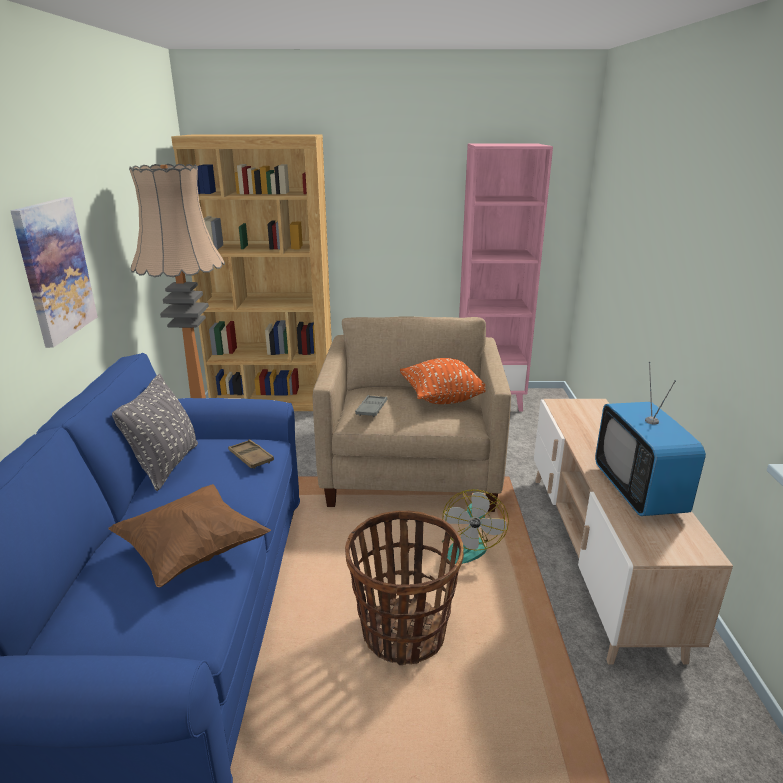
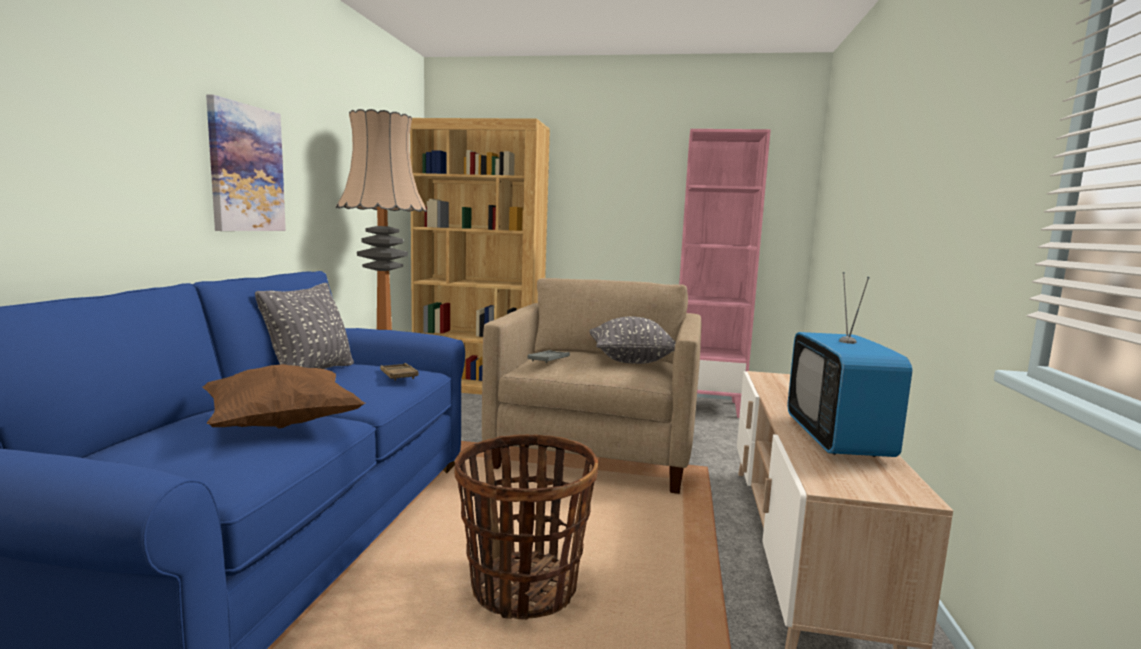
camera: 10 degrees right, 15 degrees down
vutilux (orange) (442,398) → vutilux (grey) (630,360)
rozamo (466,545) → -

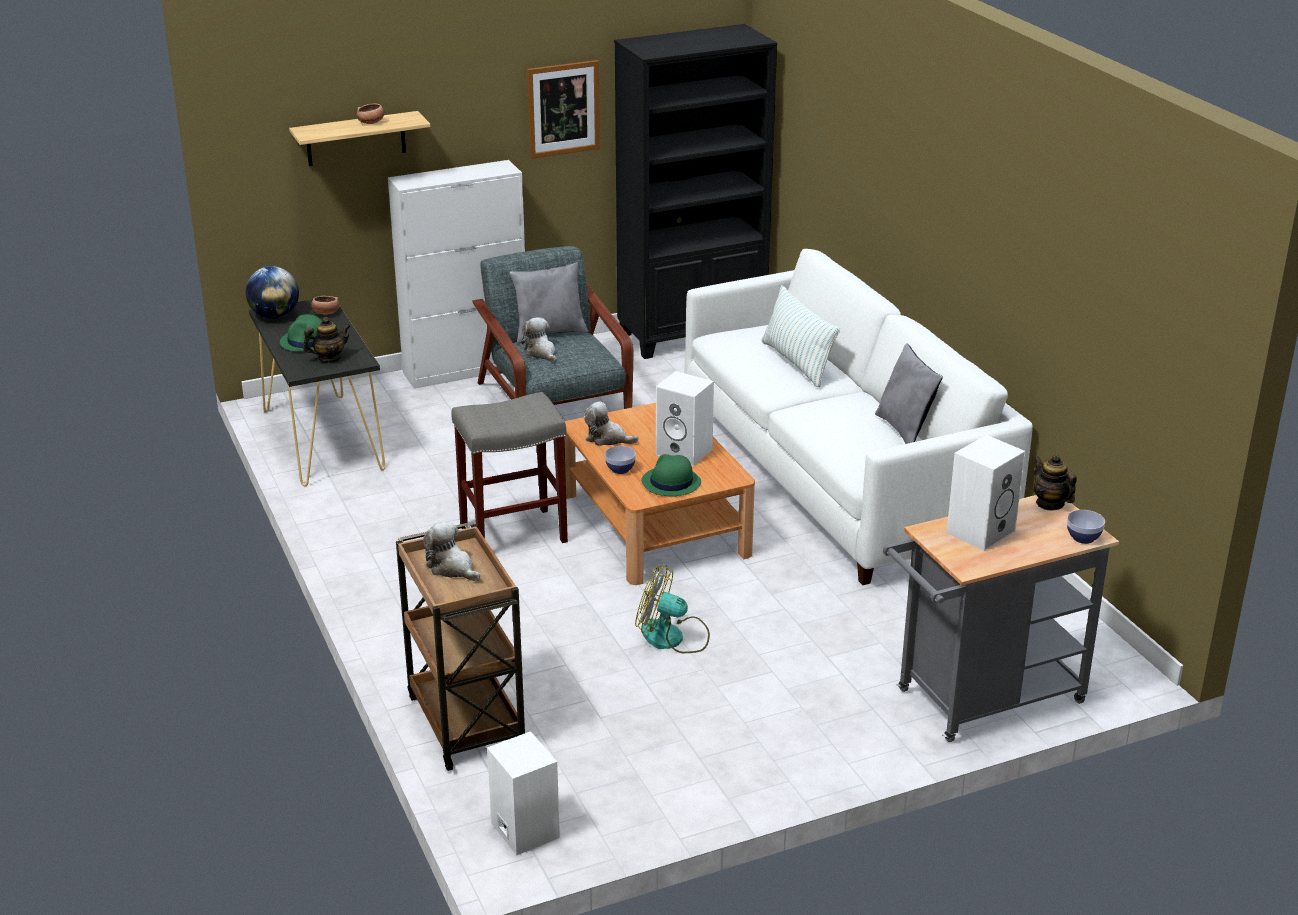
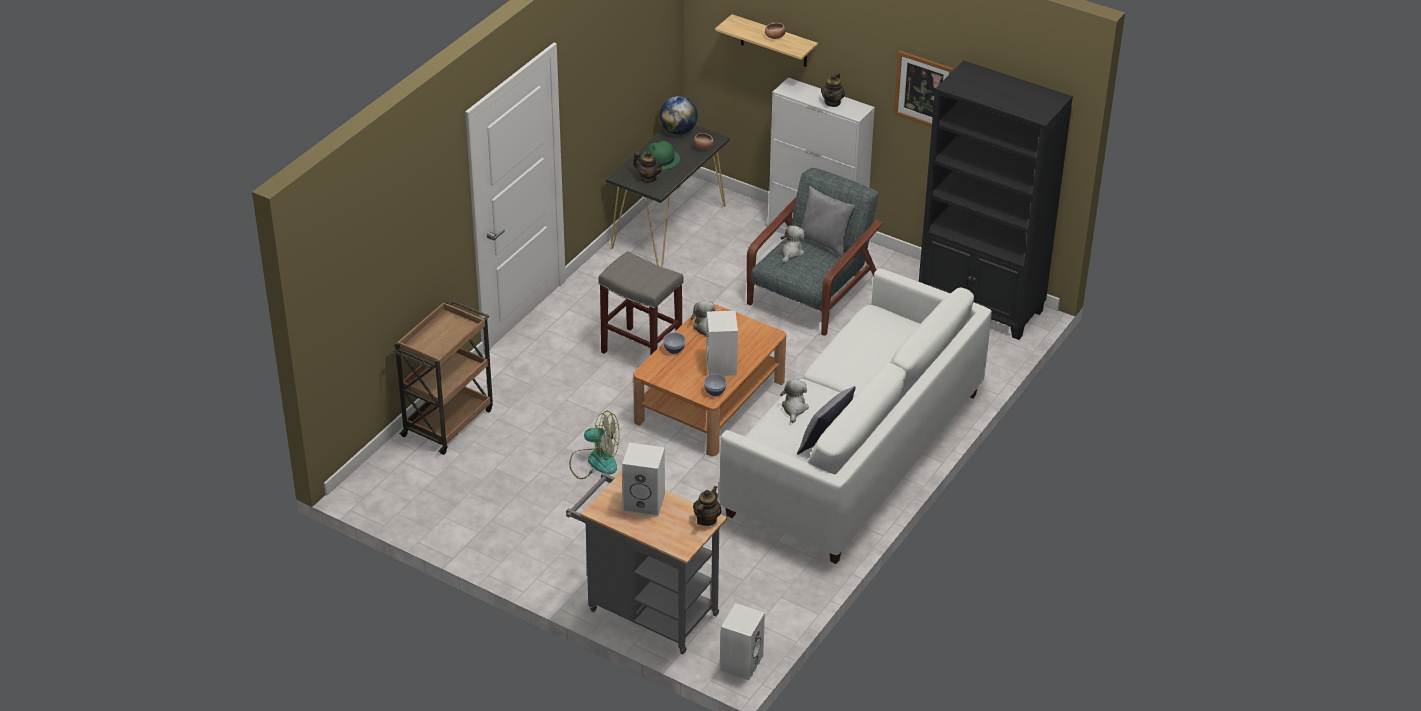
camera: 55 degrees right, 10 degrees up
rozamo (672,637) → rozamo (594,461), 120 degrees clockwise
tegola (1083,538) → tegola (715,391), shifted
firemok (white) (523,830) → firemok (white) (741,662), shifted
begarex (452,568) → begarex (794,408), shifted
- → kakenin (832,102)
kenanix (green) (670,482) → -
vutilux (797,363) → -

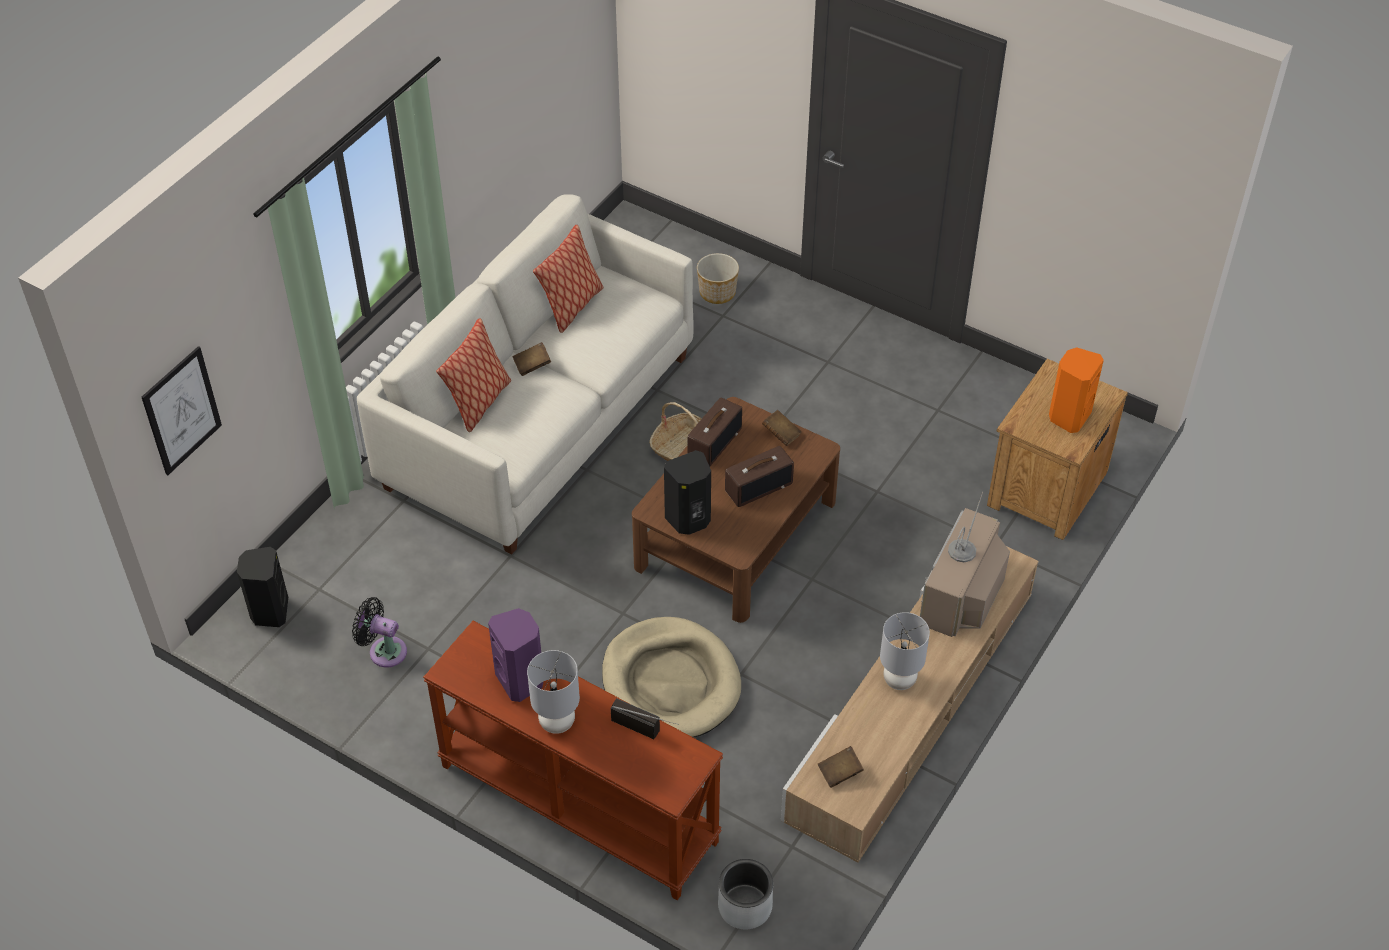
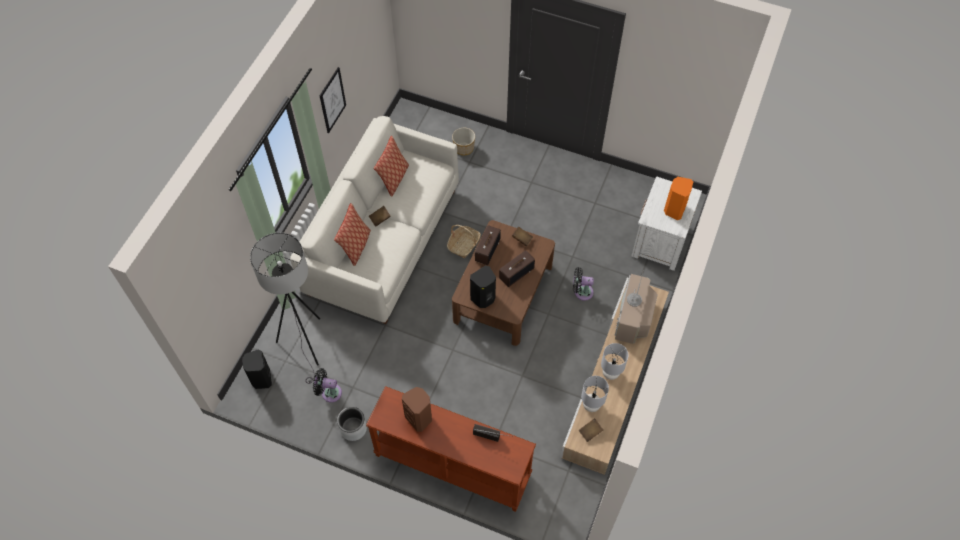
camera: 10 degrees left, 10 degrees up
- → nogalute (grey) (307,345)
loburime (181,410) → loburime (332,100), shifted
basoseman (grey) (744,906) → basoseman (grey) (353,428), shifted
firemok (purple) (521,680) → firemok (brown) (419,418)
- → rozamo (black) (581,292)
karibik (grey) (557,723) → karibik (grey) (591,405), shifted
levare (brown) (1045,489) → levare (white) (659,242)
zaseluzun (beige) (670,683) → -

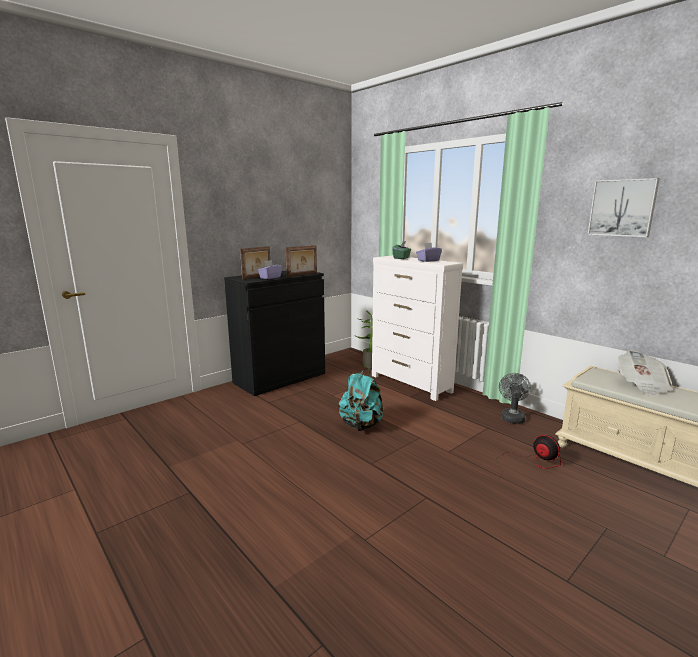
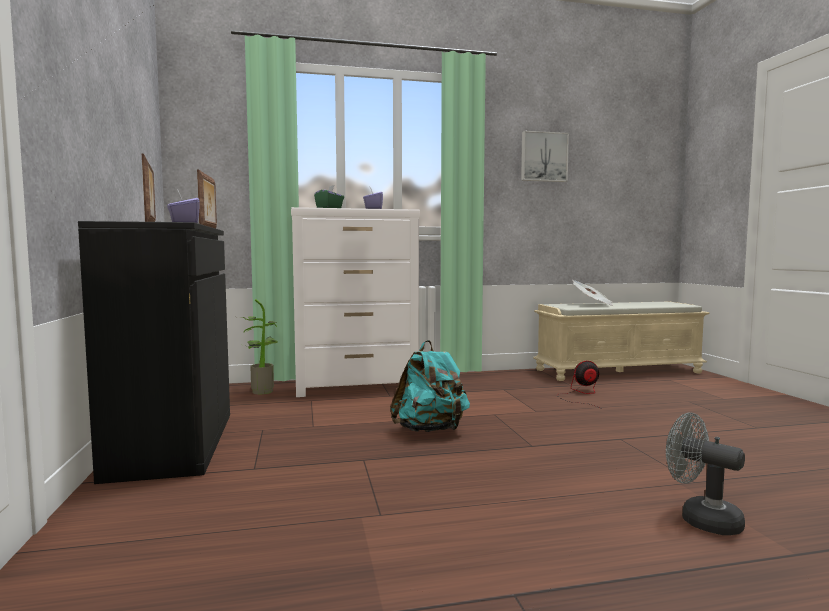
camera: 60 degrees left, 10 degrees down
rozamo (grey) (512,416) → rozamo (grey) (701,519), shifted

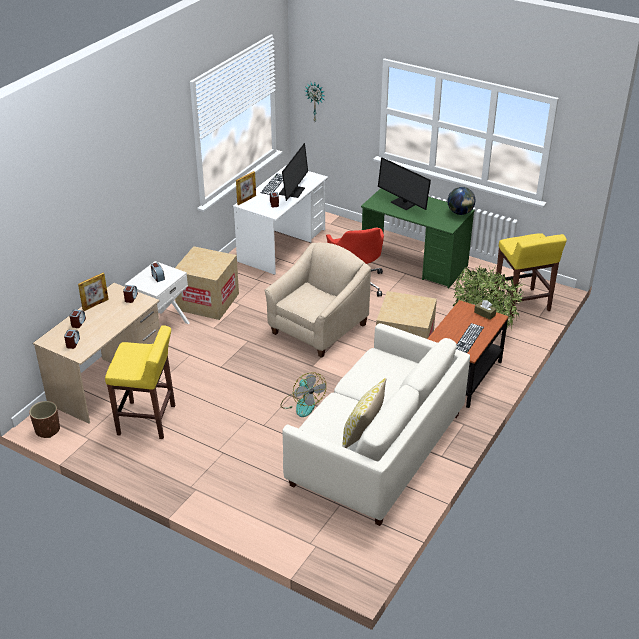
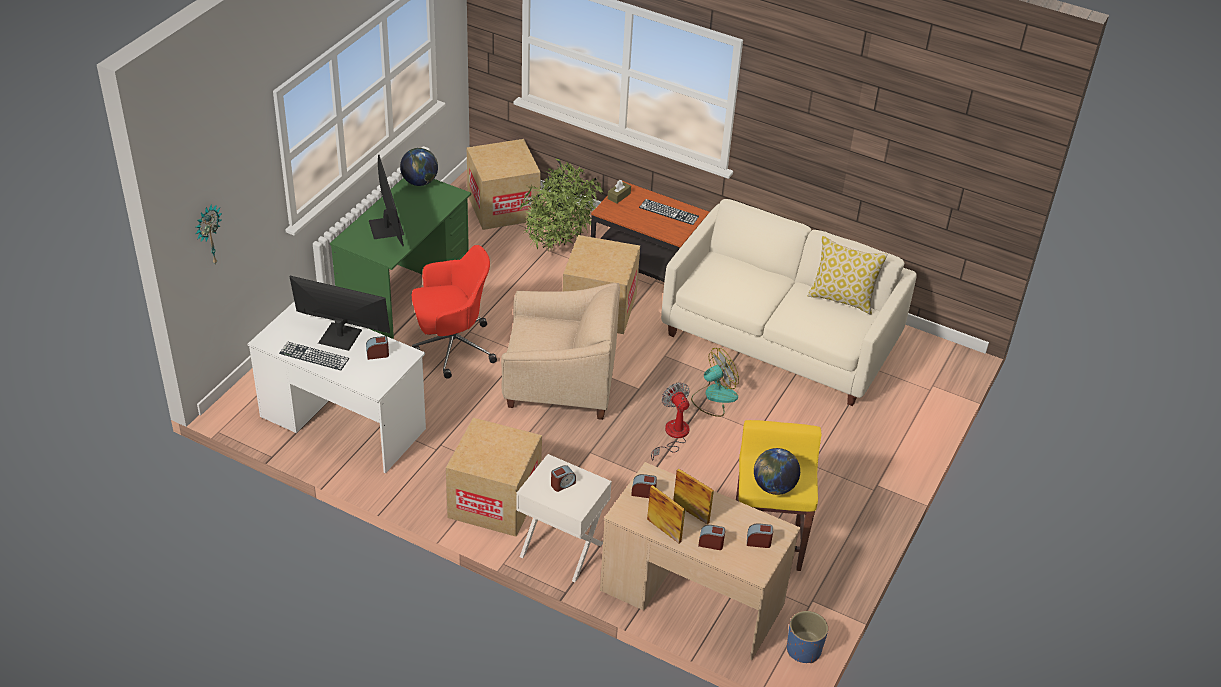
camera: 95 degrees left, 5 degrees up
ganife (404,202) → ganife (387,227), 60 degrees counterclockwise
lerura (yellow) (522,303) → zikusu (503,207)
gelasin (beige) (318,329) → gelasin (beige) (560,383), 150 degrees clockwise
- → rozamo (673,435)
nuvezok (246,200) → nuvezok (691,512), shifted
- → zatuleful (774,487)
basoseman (brown) (47,430) → basoseman (blue) (804,650)

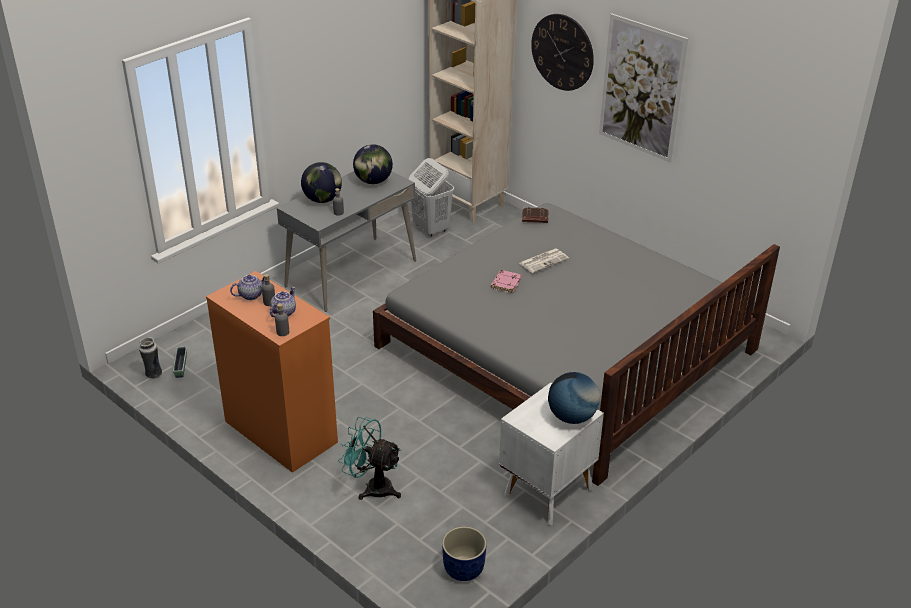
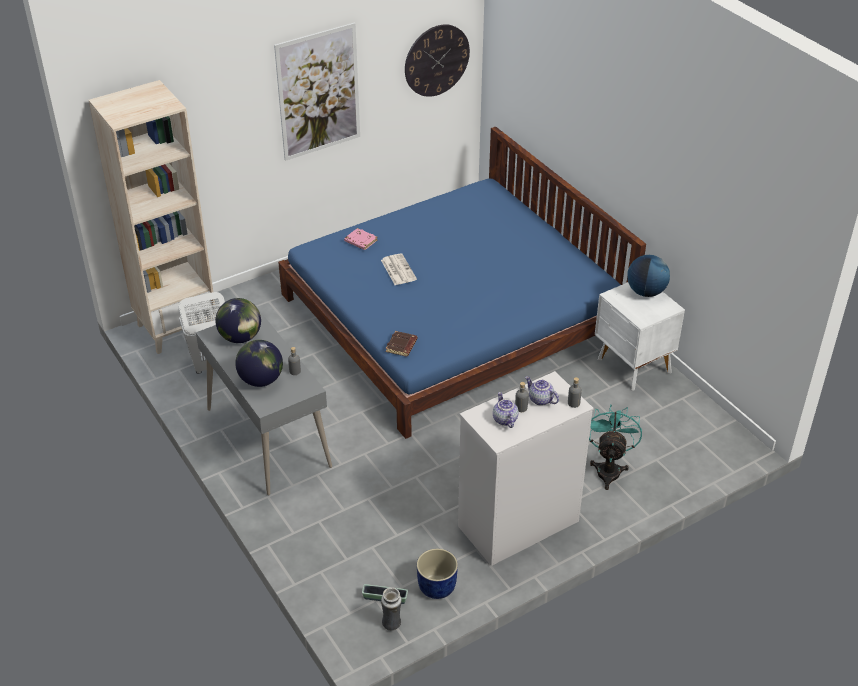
camera: 75 degrees left, 5 degrees up
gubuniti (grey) (566,348) → gubuniti (blue) (453,315)
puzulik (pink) (505,283) → puzulik (pink) (360,241), shifted
puzulik (brown) (534,218) → puzulik (brown) (401,346), shifted
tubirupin (562,52) → tubirupin (436,60), shifted
basoseman (blue) (463,569) → basoseman (blue) (437,587), shifted
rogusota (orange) (280,431) → rogusota (white) (517,524)
rozamo (turquoise) (372,487) → rozamo (turquoise) (608,468), 150 degrees clockwise

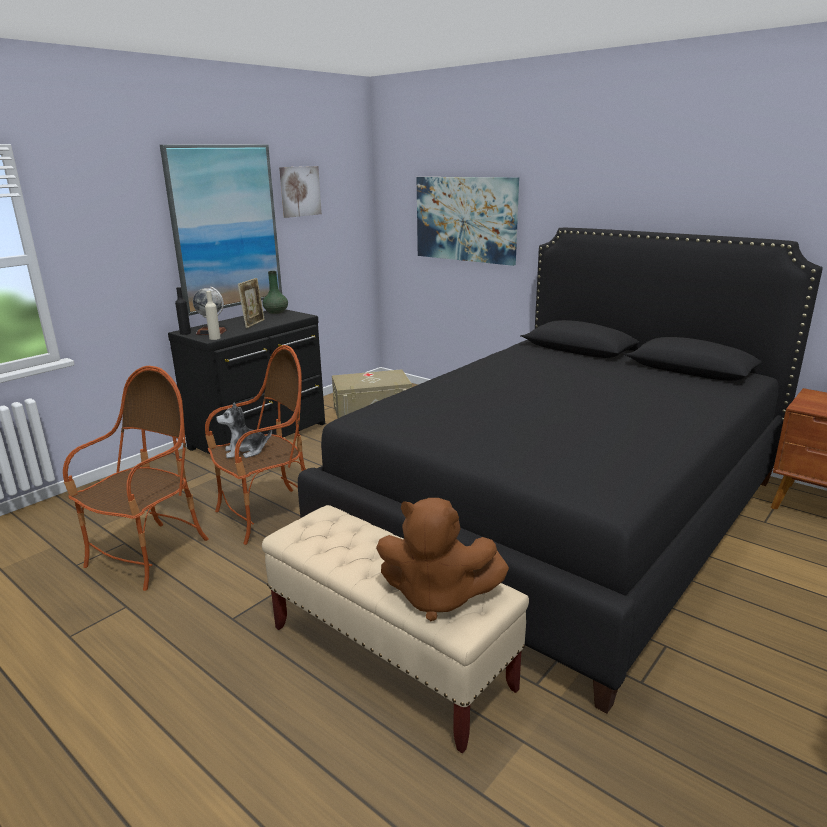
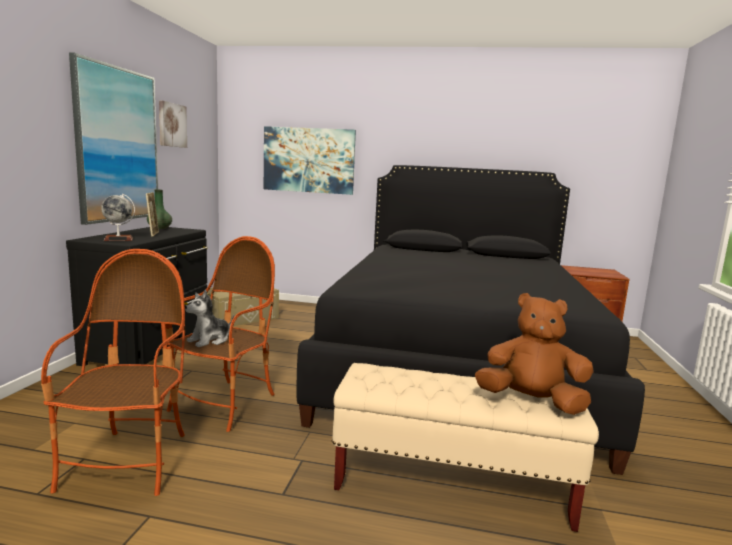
camera: 30 degrees left, 10 degrees down
begarex (brown) (437,597) → begarex (brown) (531,402), 150 degrees counterclockwise
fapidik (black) (185,333) → -
fapidik (beige) (215,338) → -

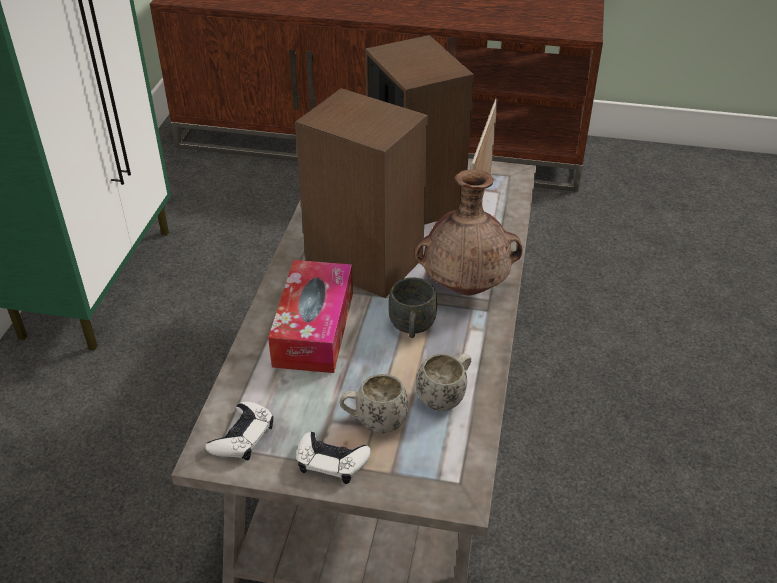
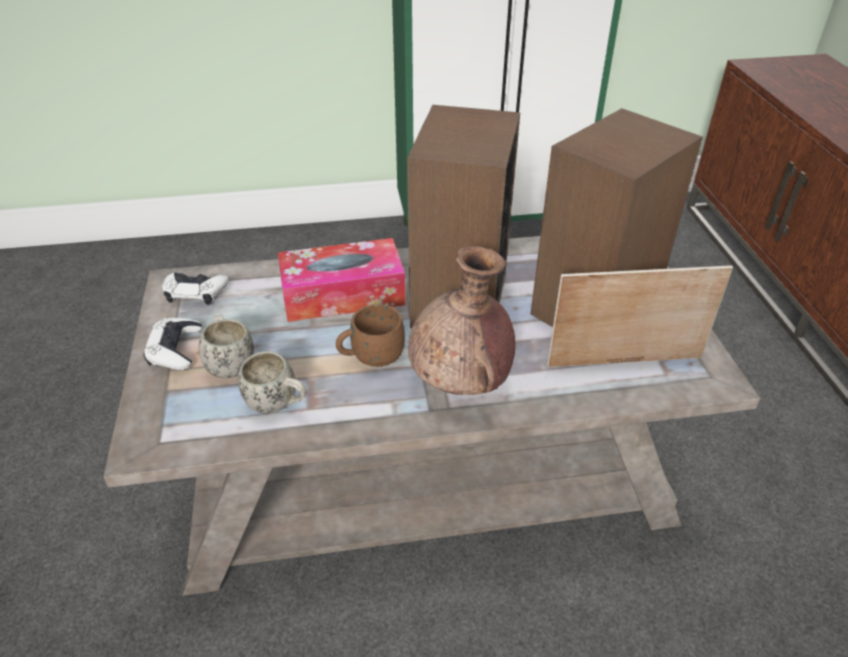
camera: 70 degrees right, 0 degrees up
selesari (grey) (412,329) → selesari (brown) (371,357)

